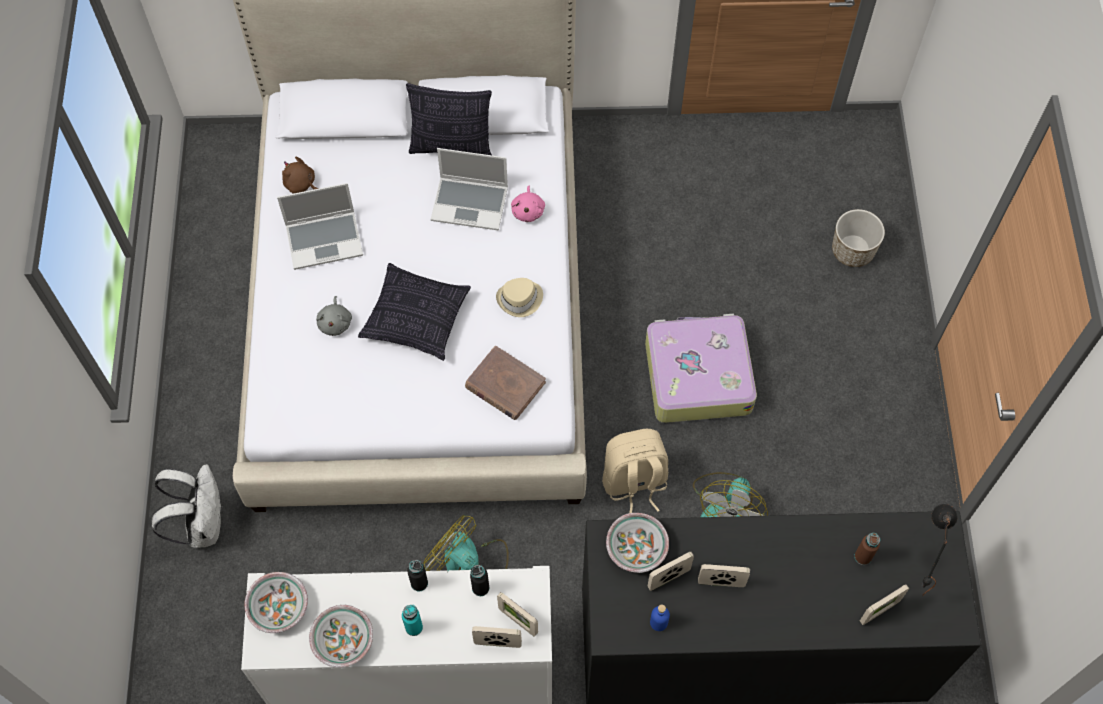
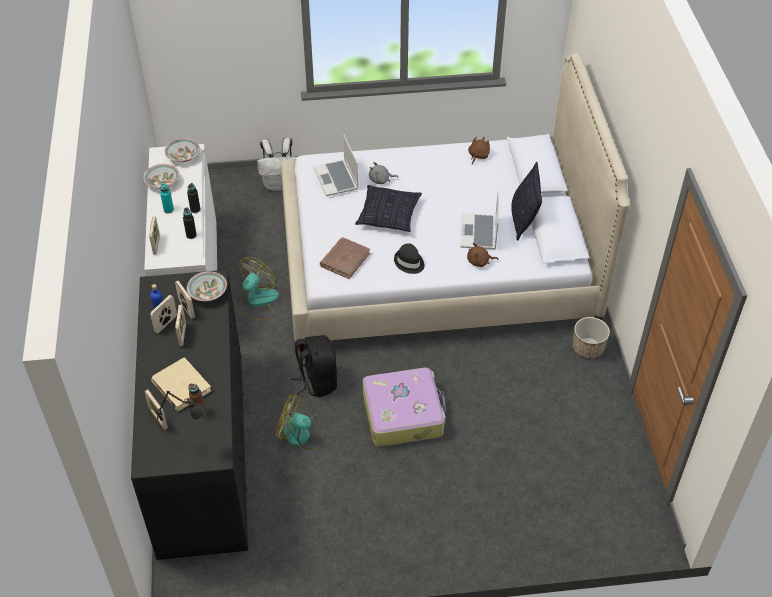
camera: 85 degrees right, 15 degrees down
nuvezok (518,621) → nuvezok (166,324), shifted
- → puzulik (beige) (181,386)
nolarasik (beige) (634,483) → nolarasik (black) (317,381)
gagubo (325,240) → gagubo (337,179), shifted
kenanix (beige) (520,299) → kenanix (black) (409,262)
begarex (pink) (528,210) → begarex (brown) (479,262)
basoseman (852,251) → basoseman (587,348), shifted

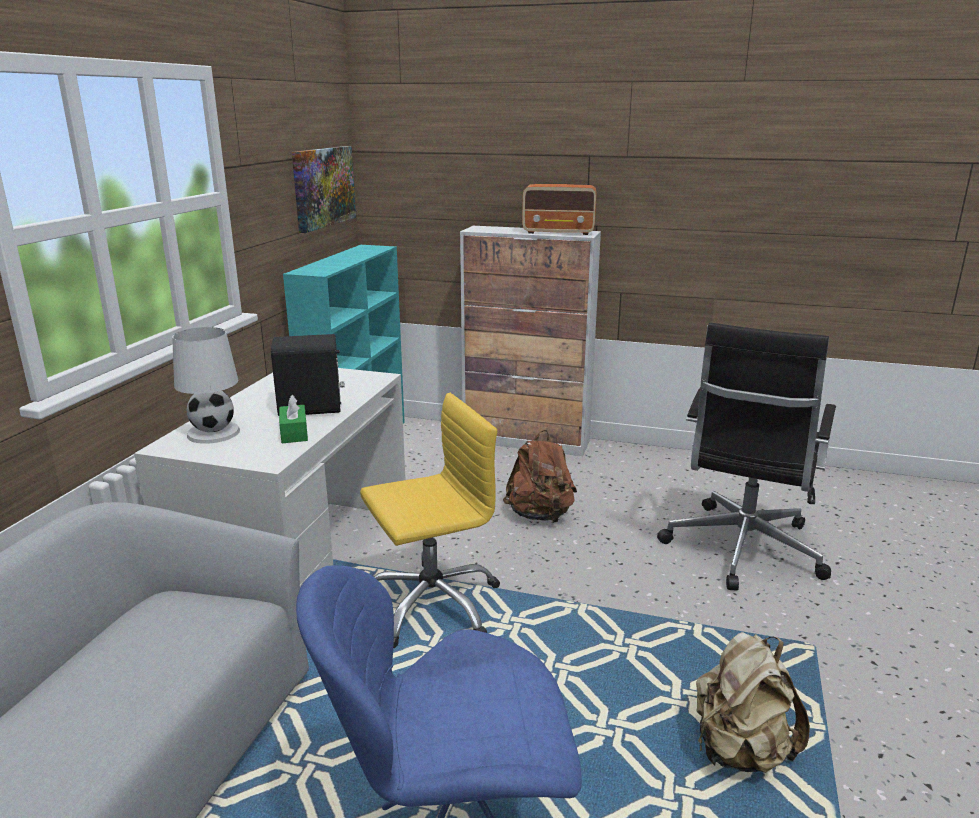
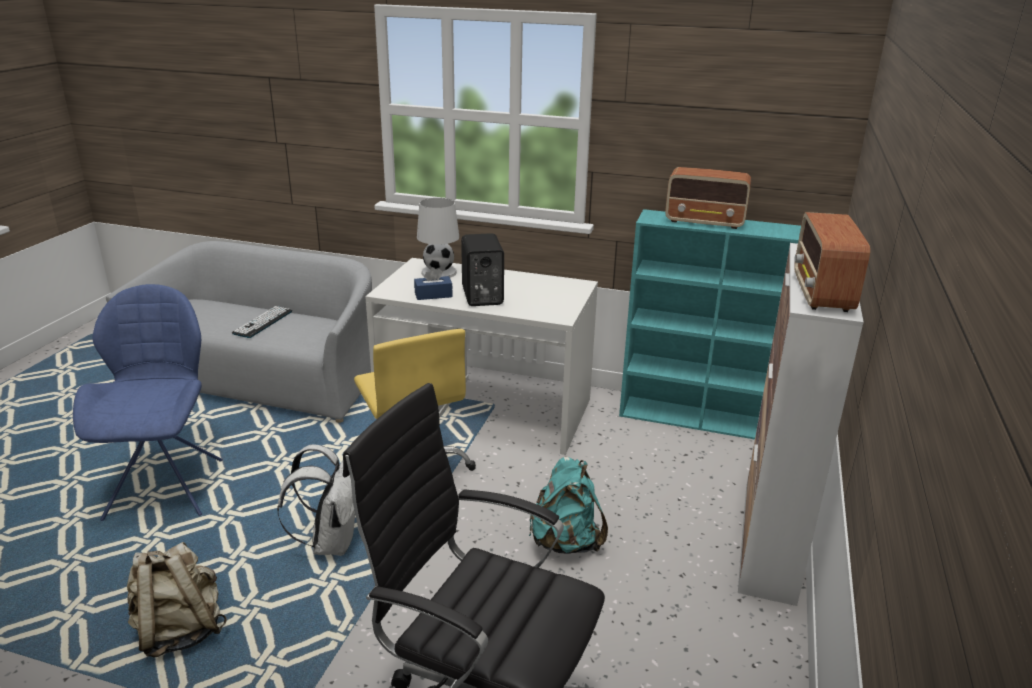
camera: 90 degrees right, 5 degrees up
- → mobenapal (263,322)
- → nolarasik (white) (331,541)
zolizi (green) (294,433) → zolizi (blue) (433,295)
nolarasik (brown) (540,515) → nolarasik (turquoise) (565,542)
- → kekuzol (705,222)
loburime (323,187) → -

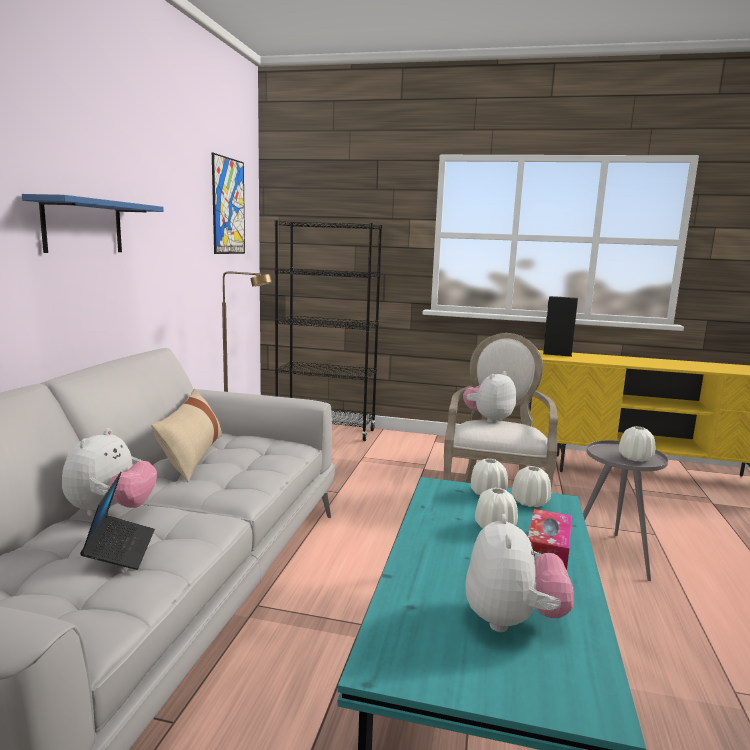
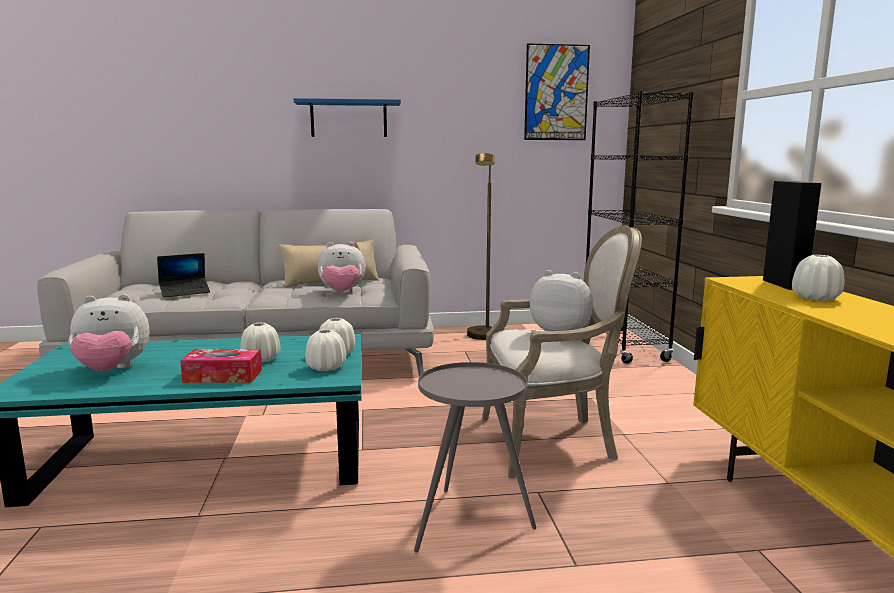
camera: 70 degrees right, 0 degrees up
begarex (111,511) → begarex (342,293), shifted
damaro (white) (635,458) → damaro (white) (815,298), shifted

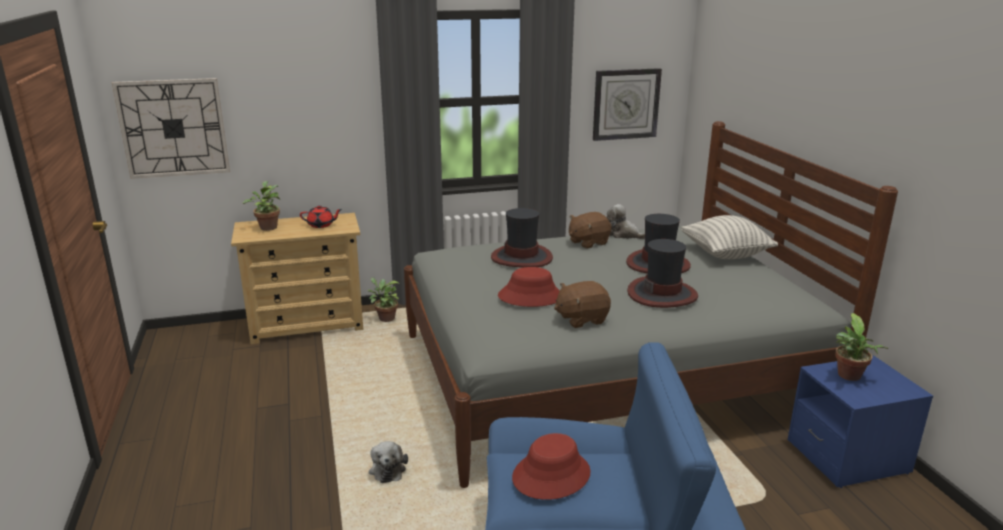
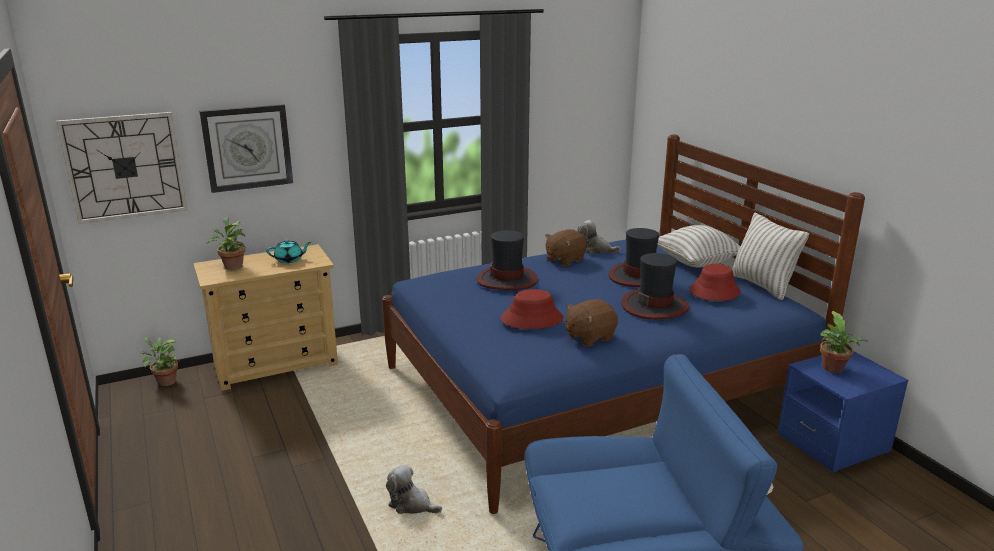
camera: 10 degrees left, 0 degrees up
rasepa (385,319) → rasepa (164,382), shifted
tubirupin (626,104) → tubirupin (247,147), shifted
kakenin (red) (321,225) → kakenin (turquoise) (289,260)
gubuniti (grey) (605,375) → gubuniti (blue) (594,388)
begarex (387,469) → begarex (411,504), 135 degrees clockwise
kenanix (red) (551,475) → kenanix (red) (714,291), shifted
- → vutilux (762,285)

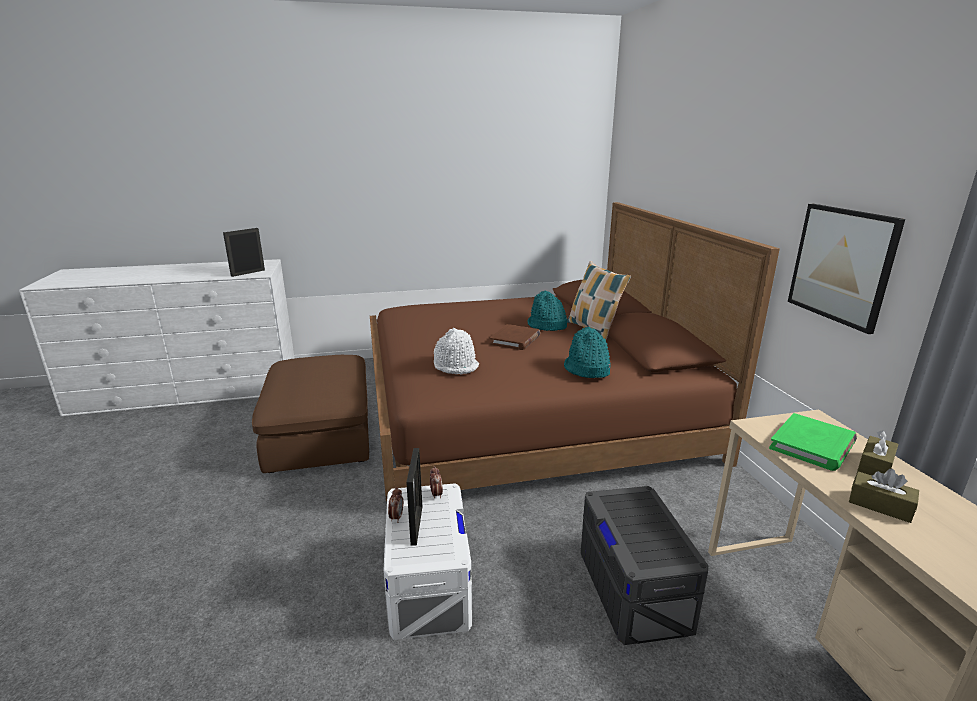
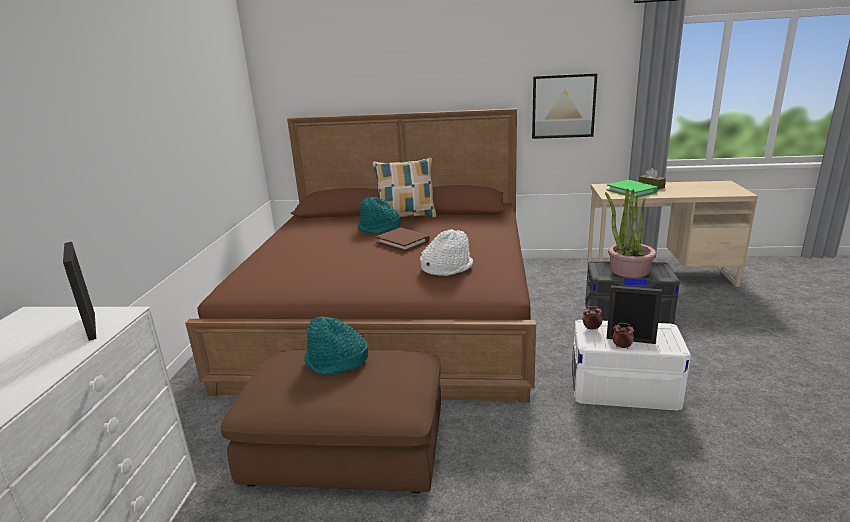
camera: 70 degrees left, 0 degrees up
kenanix (turquoise) (586,369) → kenanix (turquoise) (336,362), shifted
- → rasepa (629,270)
zolizi (brown) (880,505) → -

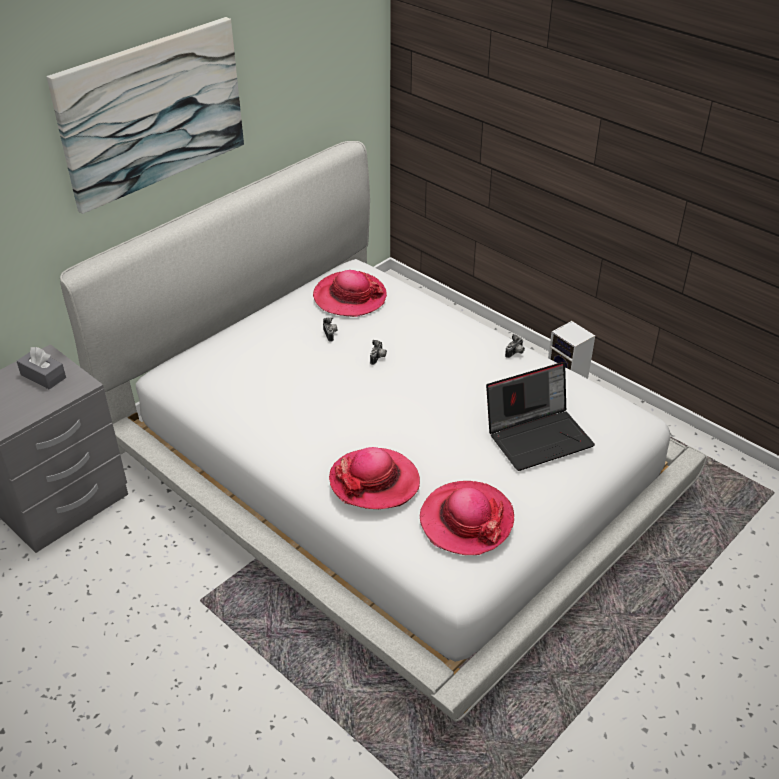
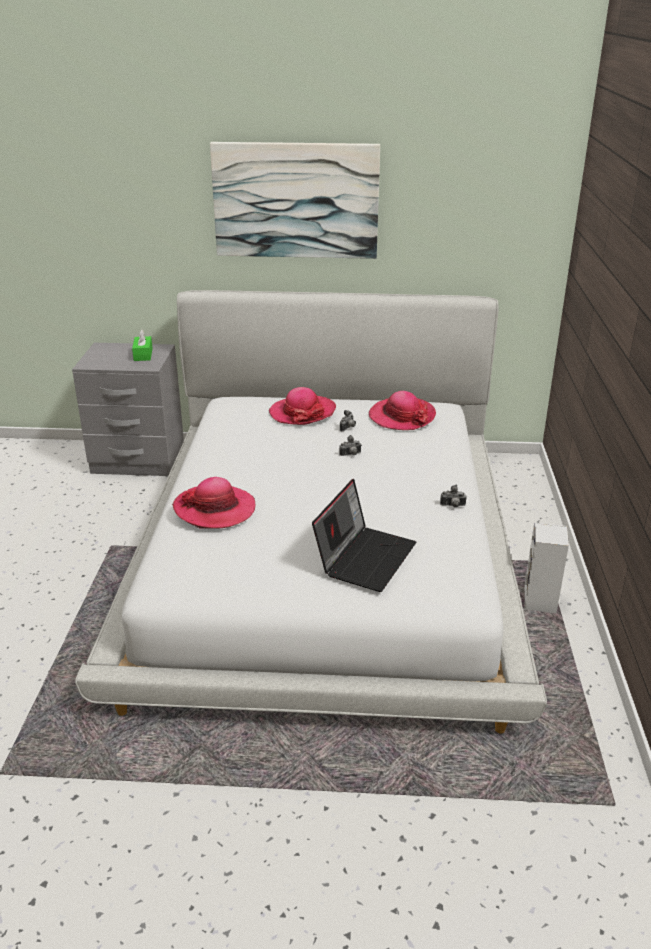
camera: 50 degrees right, 10 degrees down
zolizi (grey) (43,376) → zolizi (green) (143,354)
kenanix (466,520) → kenanix (302,412), shifted
gagubo (538,436) → gagubo (365,557), 90 degrees counterclockwise

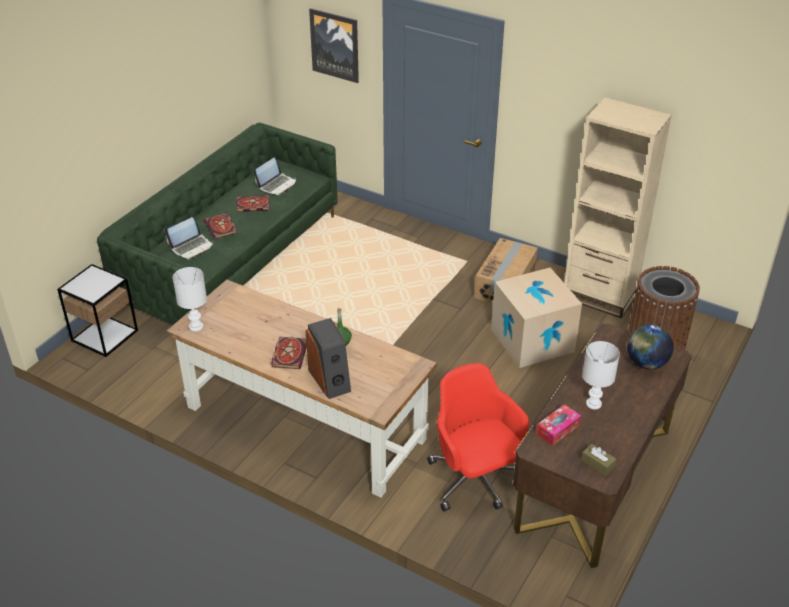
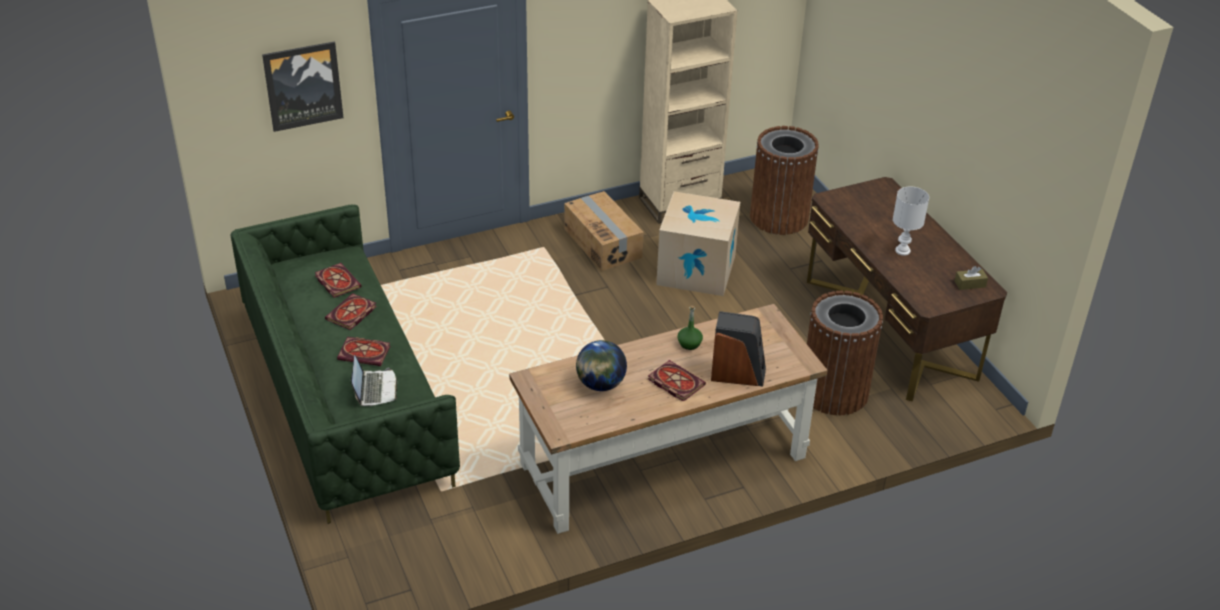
camera: 55 degrees left, 0 degrees up
gagubo (277,185) → puzulik (336,281)
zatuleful (646,363) → zatuleful (600,384), shifted
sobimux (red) (475,480) → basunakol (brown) (834,392)
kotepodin (104,335) → -
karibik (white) (196,327) → -
zolizi (557,429) → -

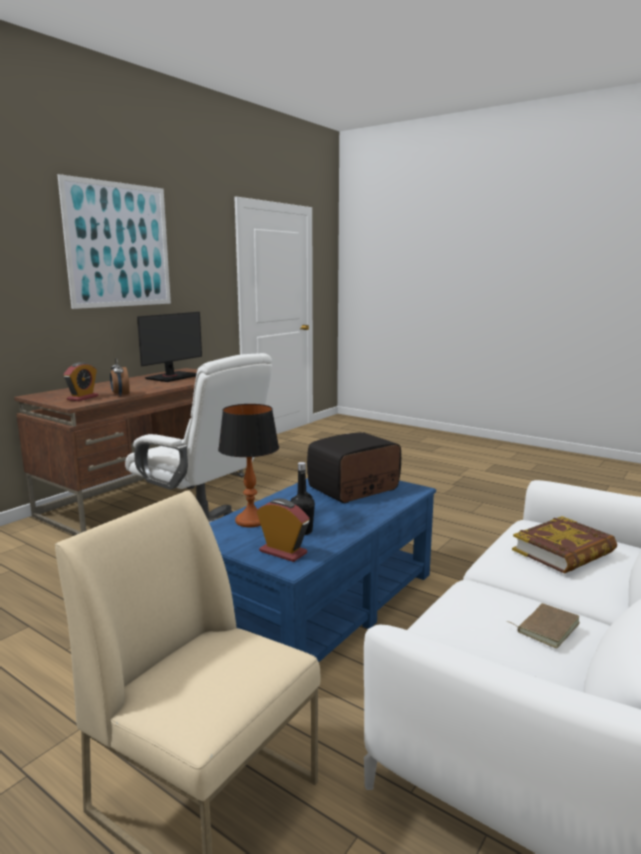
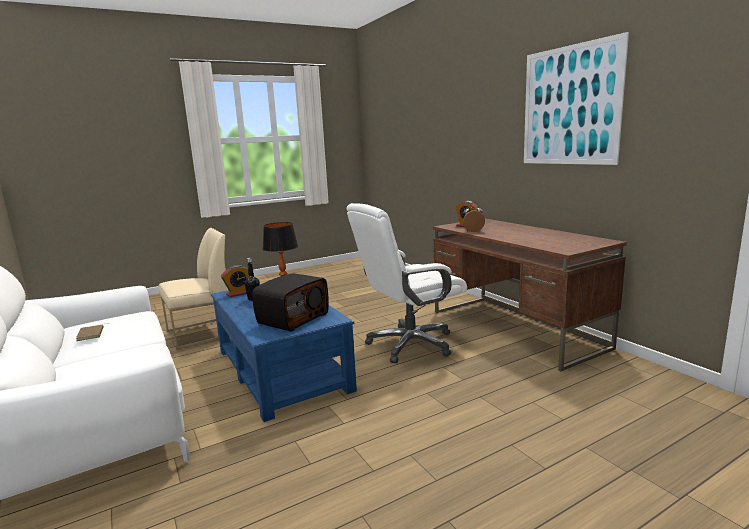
camera: 115 degrees right, 0 degrees up
kekuzol (354,489) → kekuzol (293,318), 45 degrees clockwise
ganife (172,377) → -
puzulik (564,552) → -

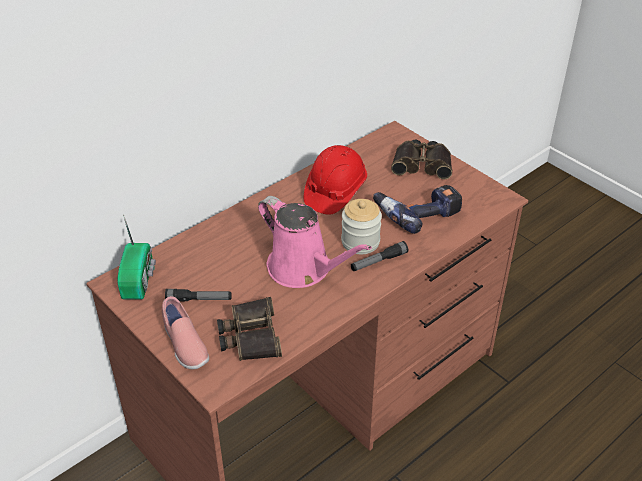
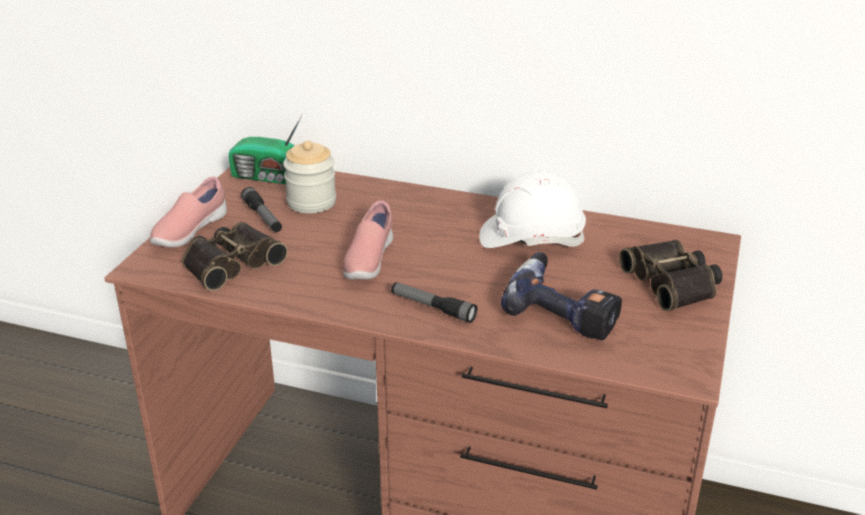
camera: 60 degrees right, 10 degrees down
kekuzol (139,278) → kekuzol (268,177), 45 degrees clockwise
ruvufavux (360,242) → ruvufavux (311,202), shifted
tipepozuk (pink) (303,269) → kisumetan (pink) (368,261)
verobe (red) (335,192) → verobe (white) (531,238)

